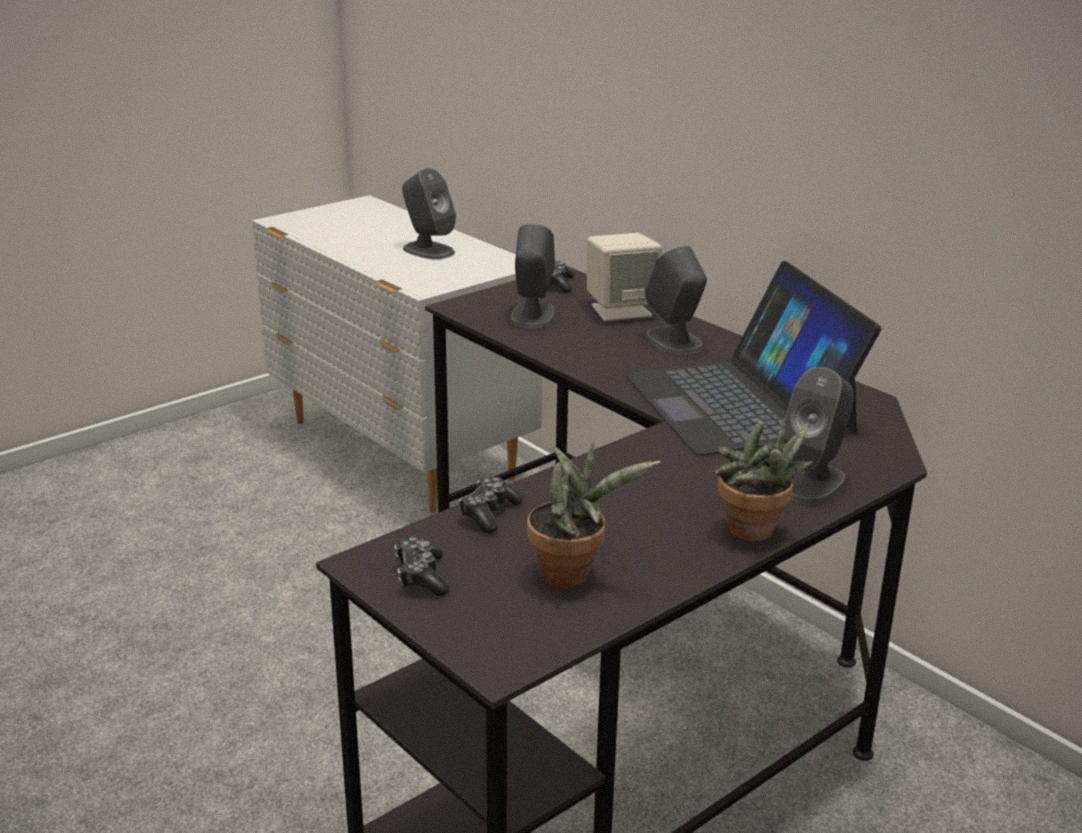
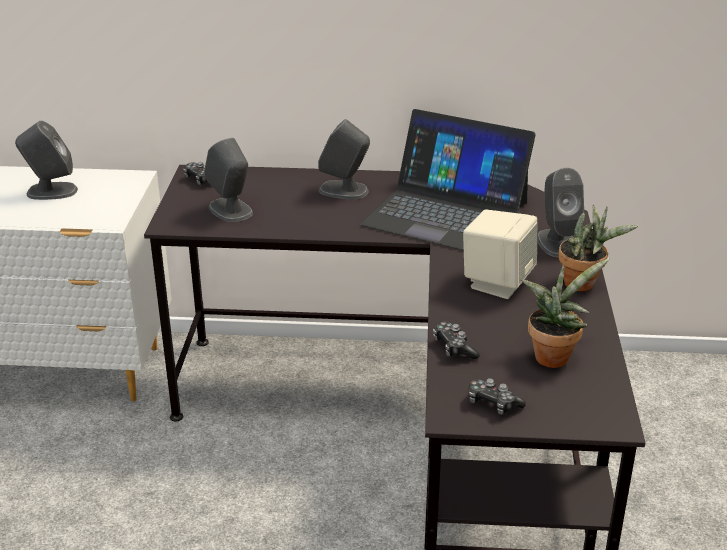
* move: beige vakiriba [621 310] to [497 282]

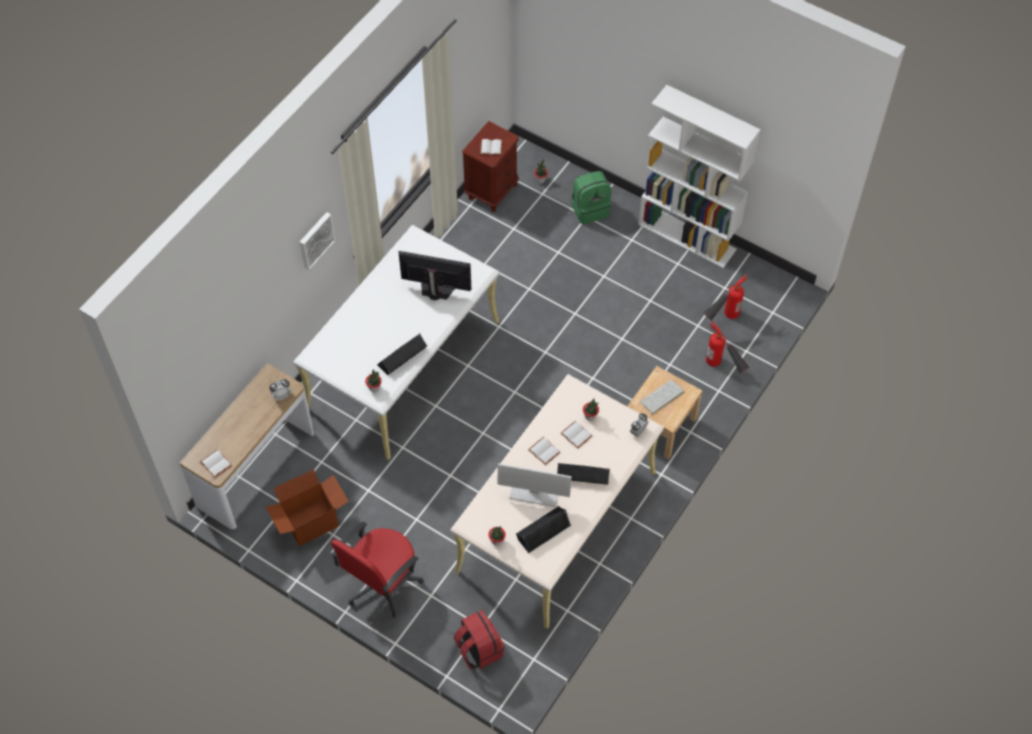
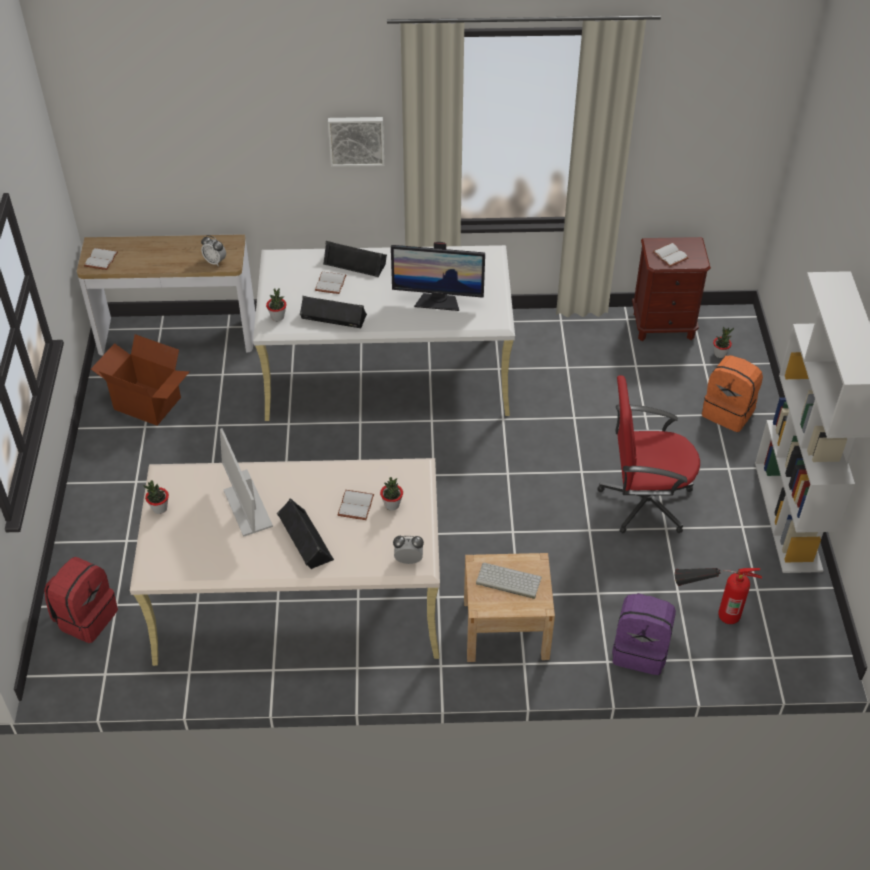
* move: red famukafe [381 583] to [644 501]
* rotate: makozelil [436 292] = [438 301] 120 degrees clockwise
* move: black vakiriba [542 530] to [355 262]
* move: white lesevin [543 451] to [330 283]
* recolor: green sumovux [590 209] to orange sumovux [729 412]
* replace: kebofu [723 370] to purple sumovux [640 650]

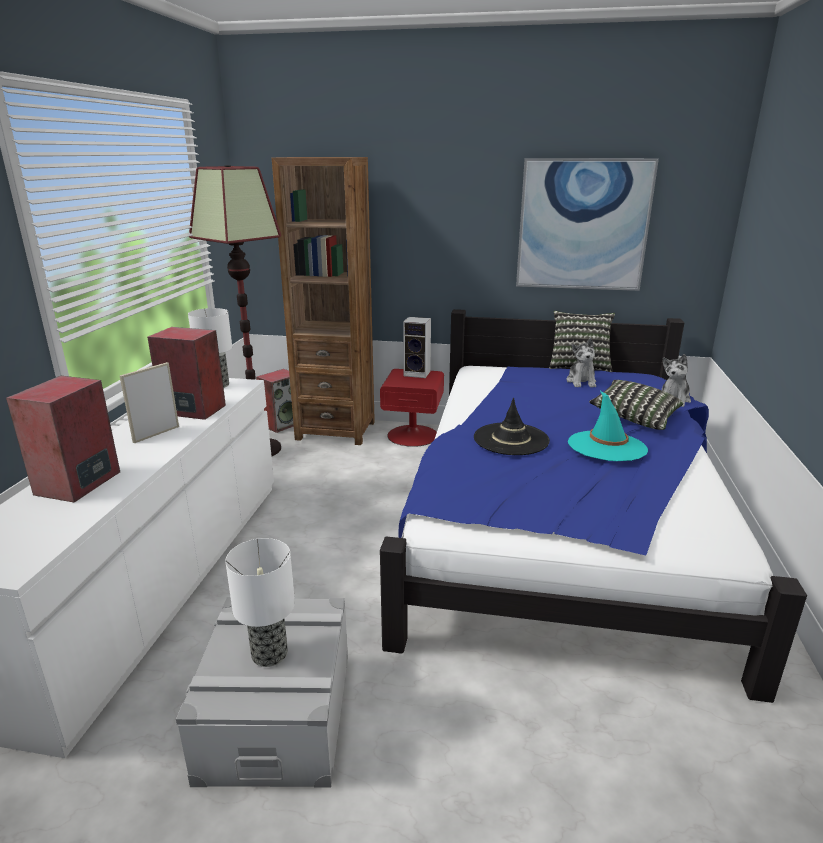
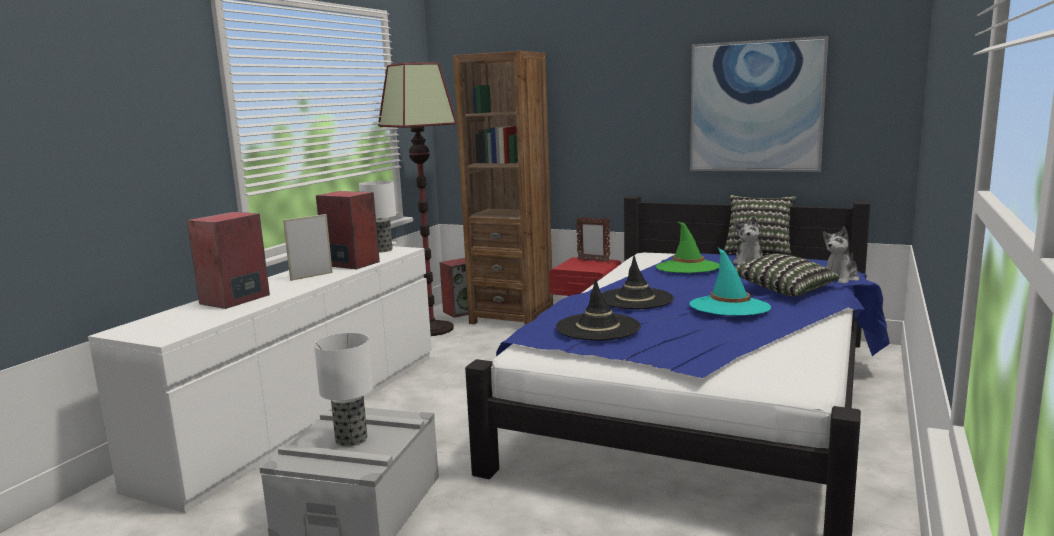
* replace: vakiriba [418 373] to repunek [593 261]
* insert: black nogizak [598 327]
* insert: green nogizak [687 267]

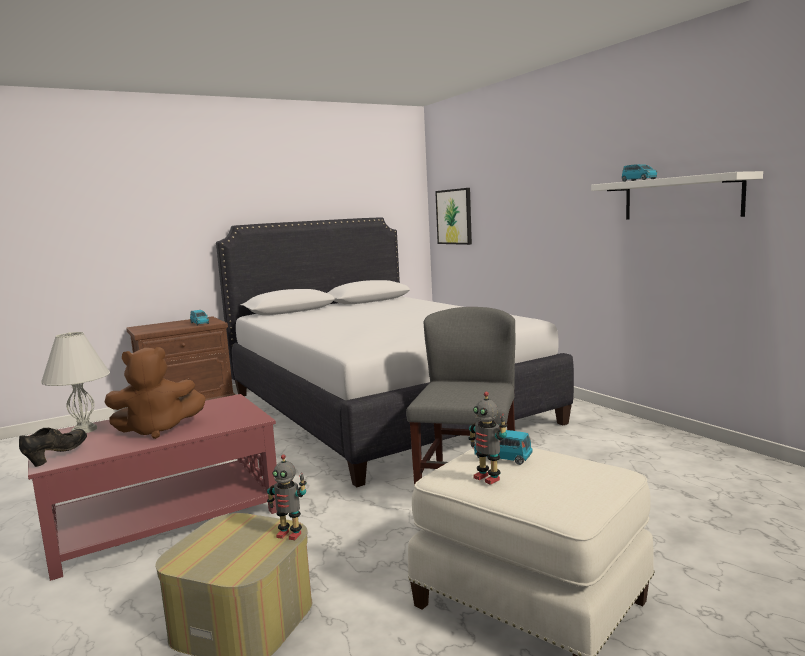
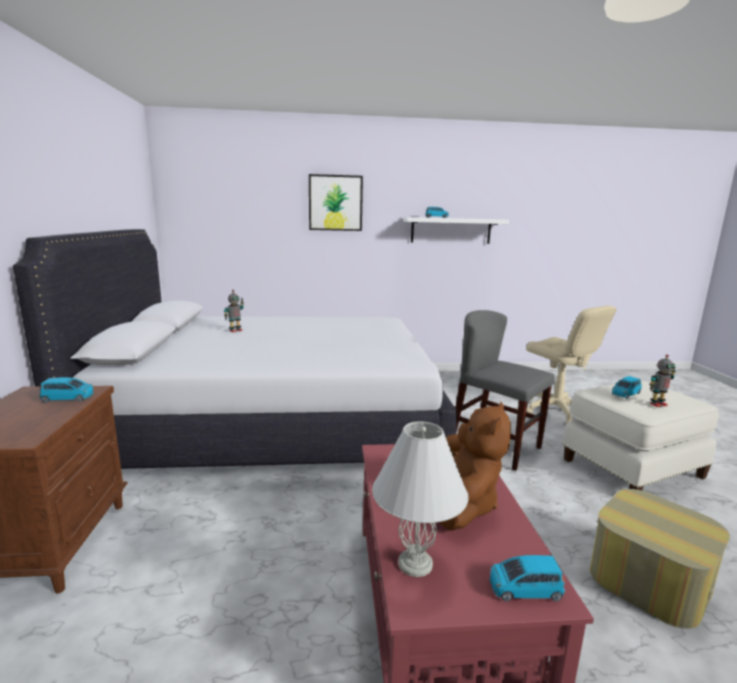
* replace: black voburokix [57 456] to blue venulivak [525 589]
* move: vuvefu [290 534] to [235 330]
* move: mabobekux [454 216] to [335 203]
* insert: beige famukafe [556 411]

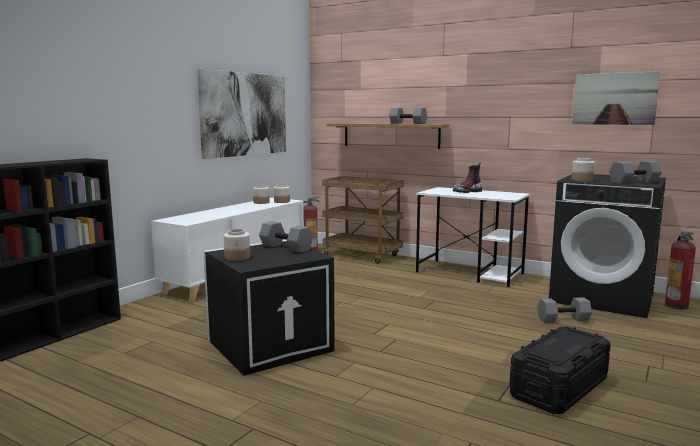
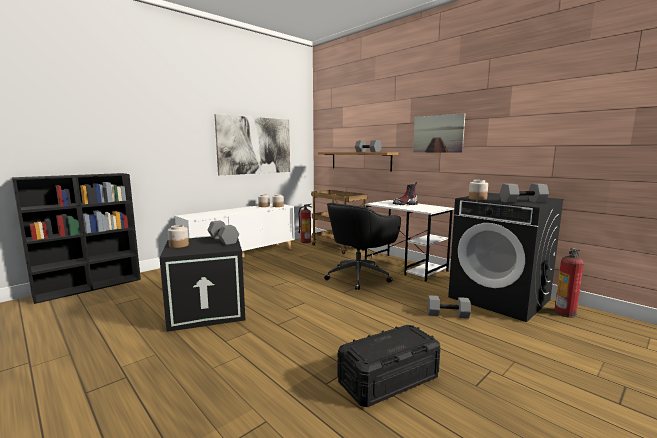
* move: mabobekux [614 99] to [438 134]
* insert: black famukafe [359 276]

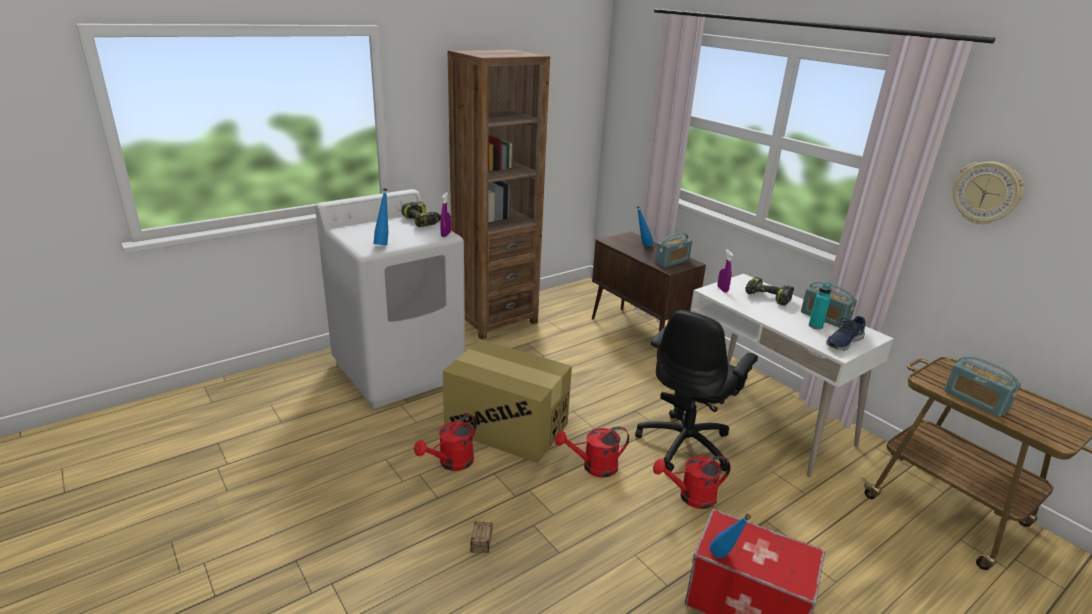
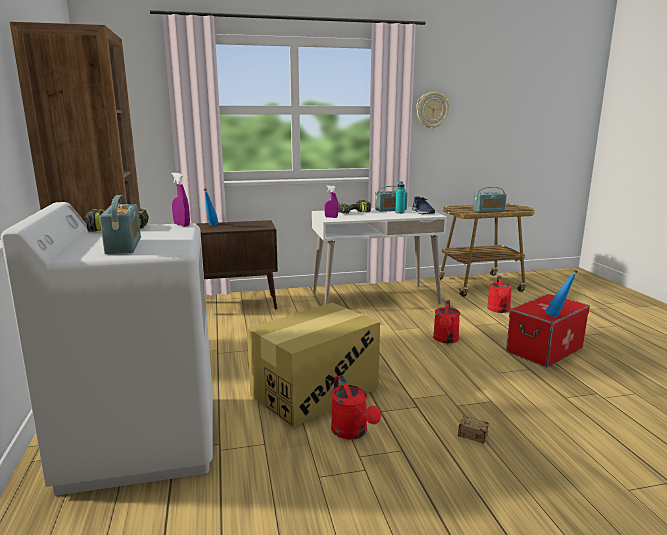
* delete: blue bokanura [383 244]
* move: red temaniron [593 467] to [499 310]
* delete: black famukafe [686 444]
* move: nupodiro [672 261] to [124 246]

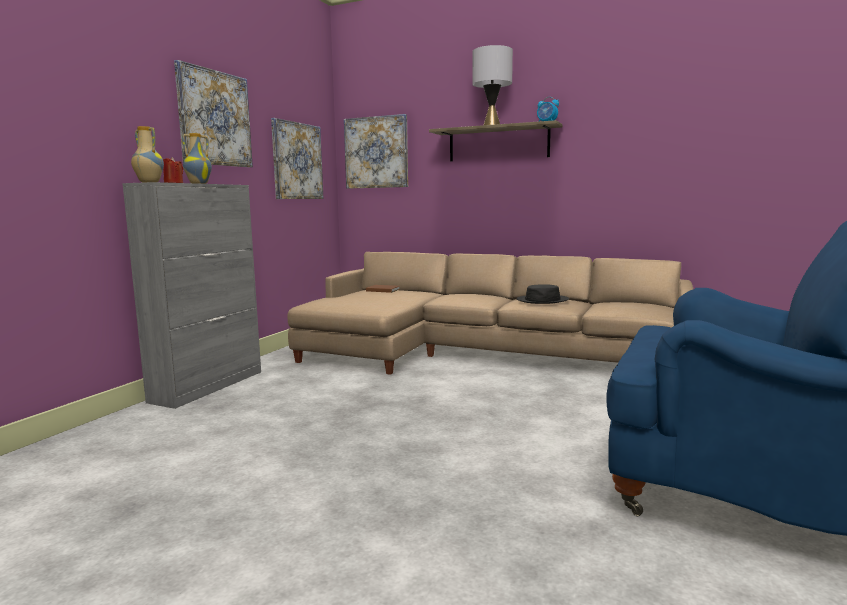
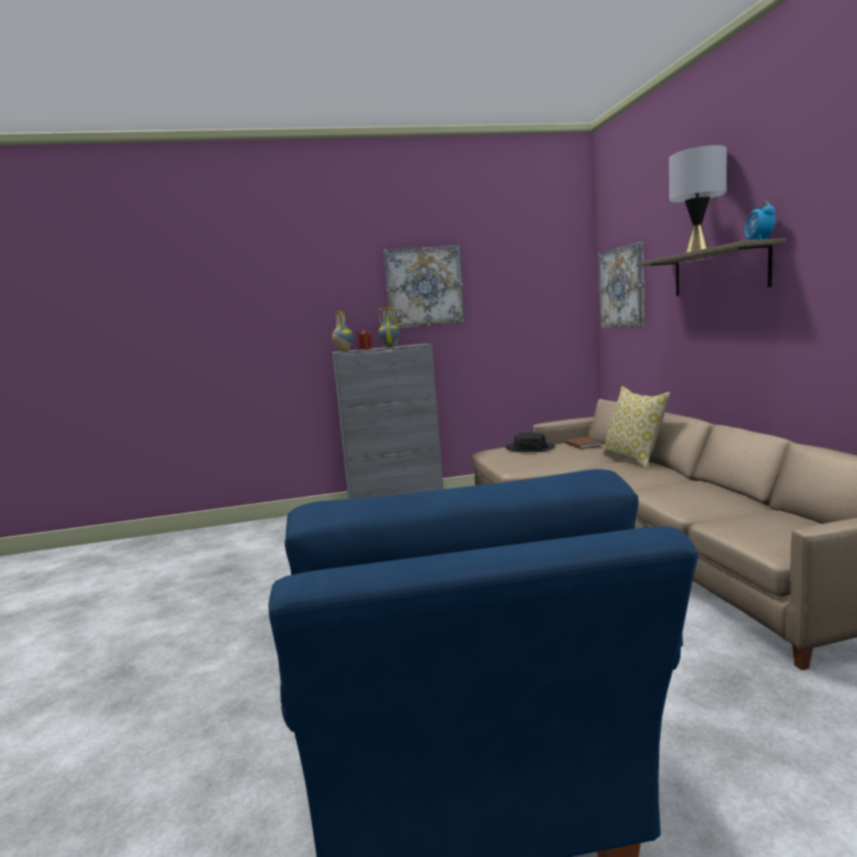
* delete: mabobekux [297 161]
* move: black nogizak [542 300] to [530 448]
* insert: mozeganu [634 459]

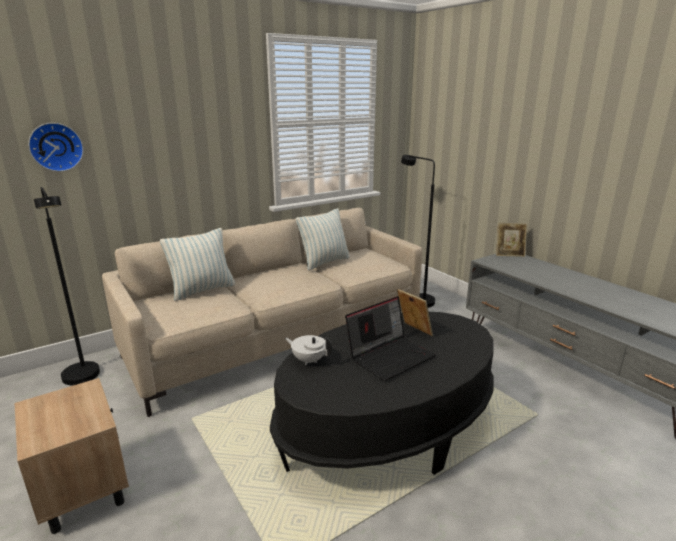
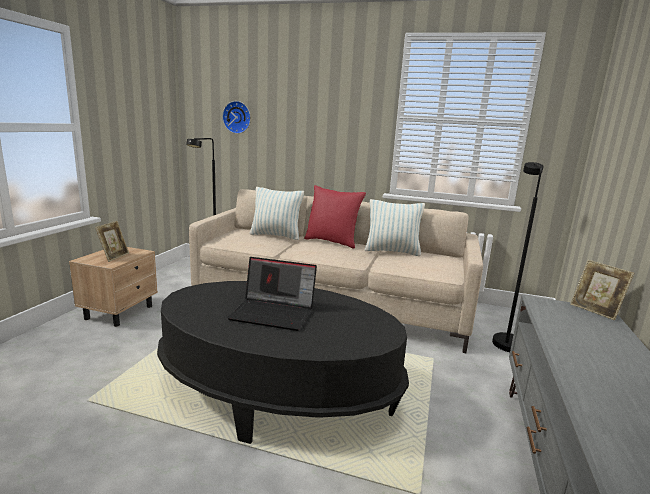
* delete: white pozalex [309 360]
* move: repunek [413 331] to [114 257]
* insert: red mozeganu [332 242]

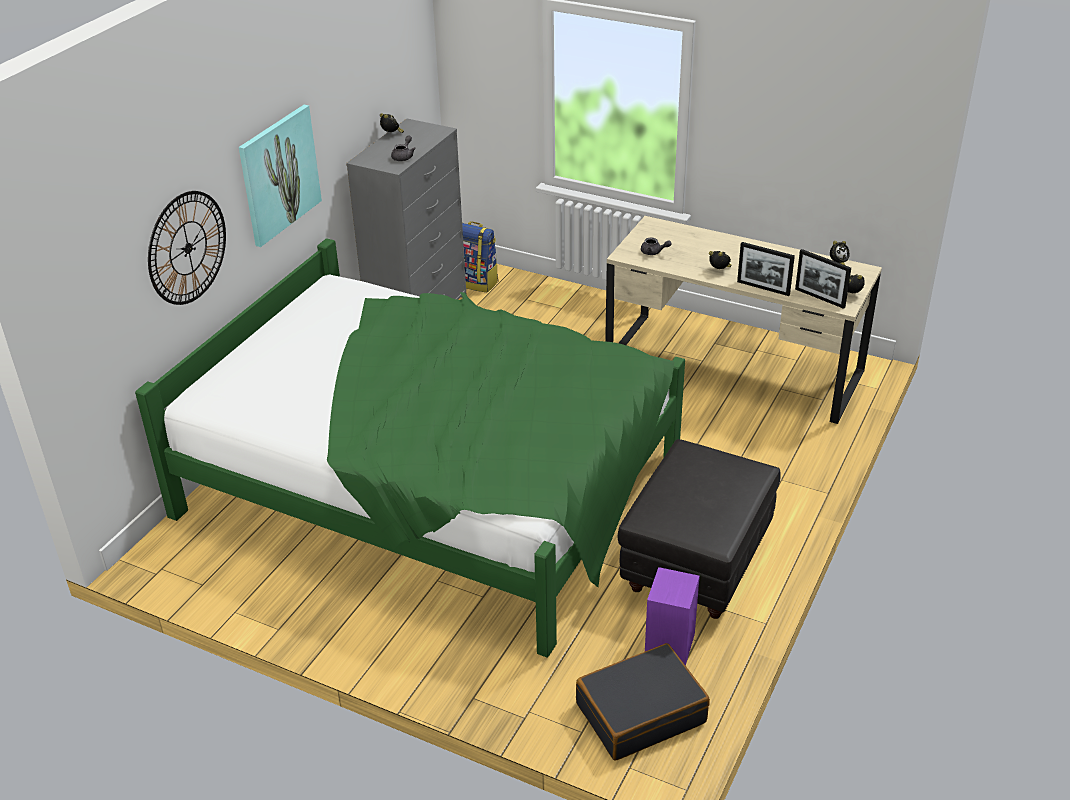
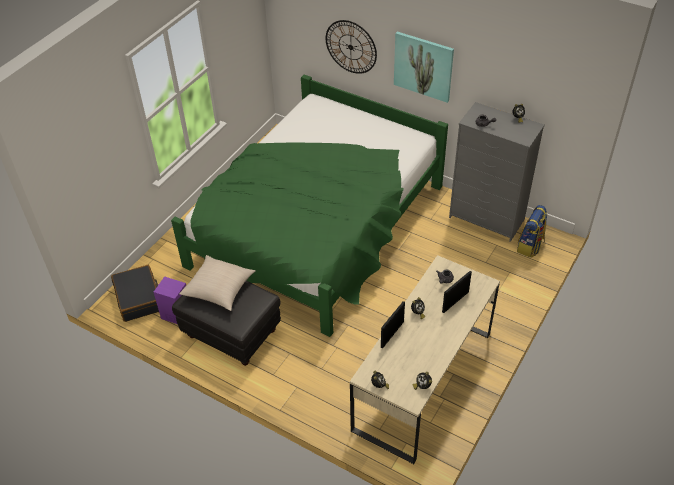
* move: repunek [819 298] to [455 302]
* insert: beige mozeganu [219 289]

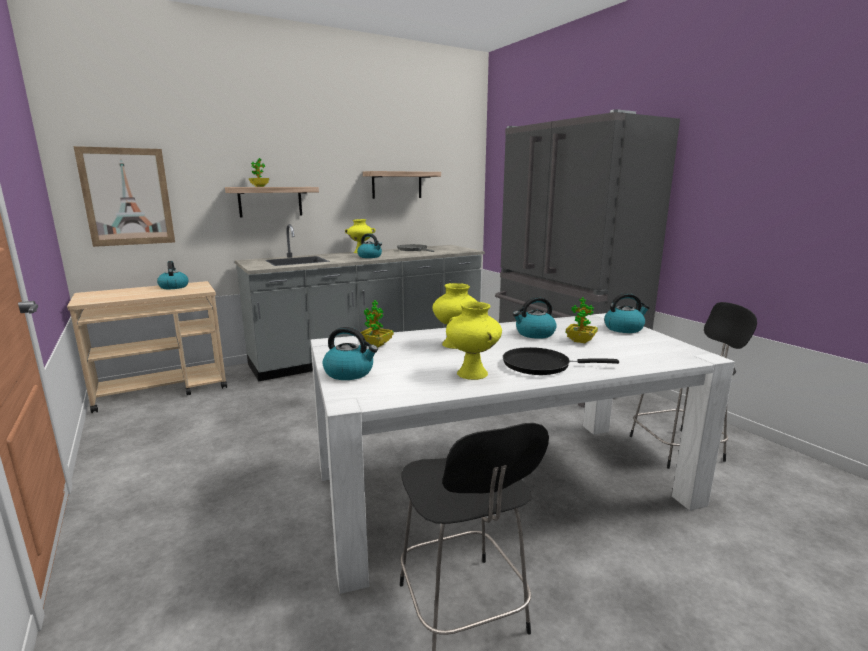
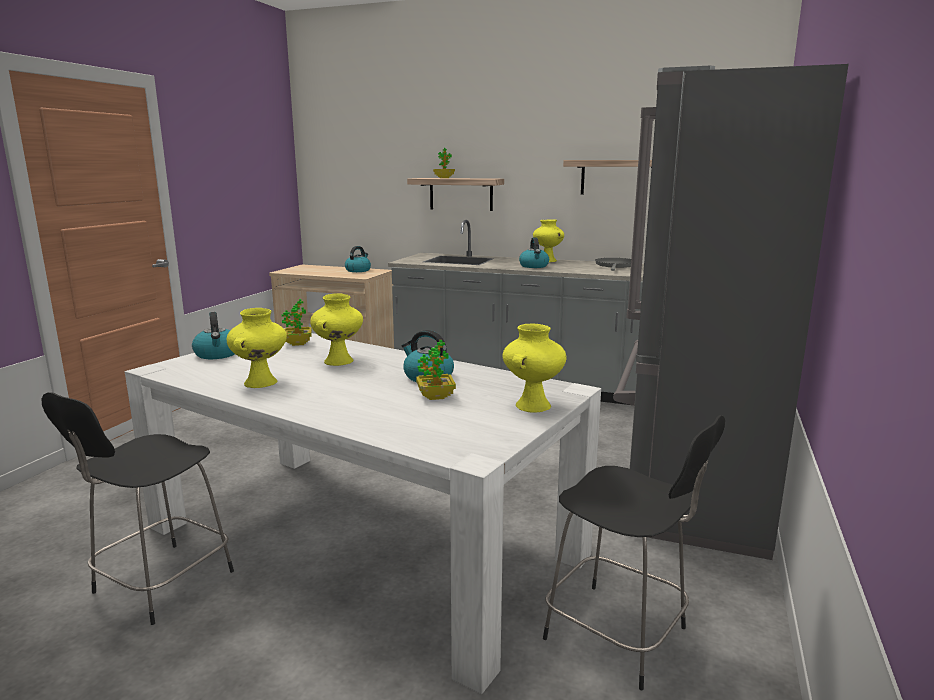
* delete: mabobekux [127 197]
* delete: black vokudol [541 365]
* replace: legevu [624 328] to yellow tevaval [532 405]

